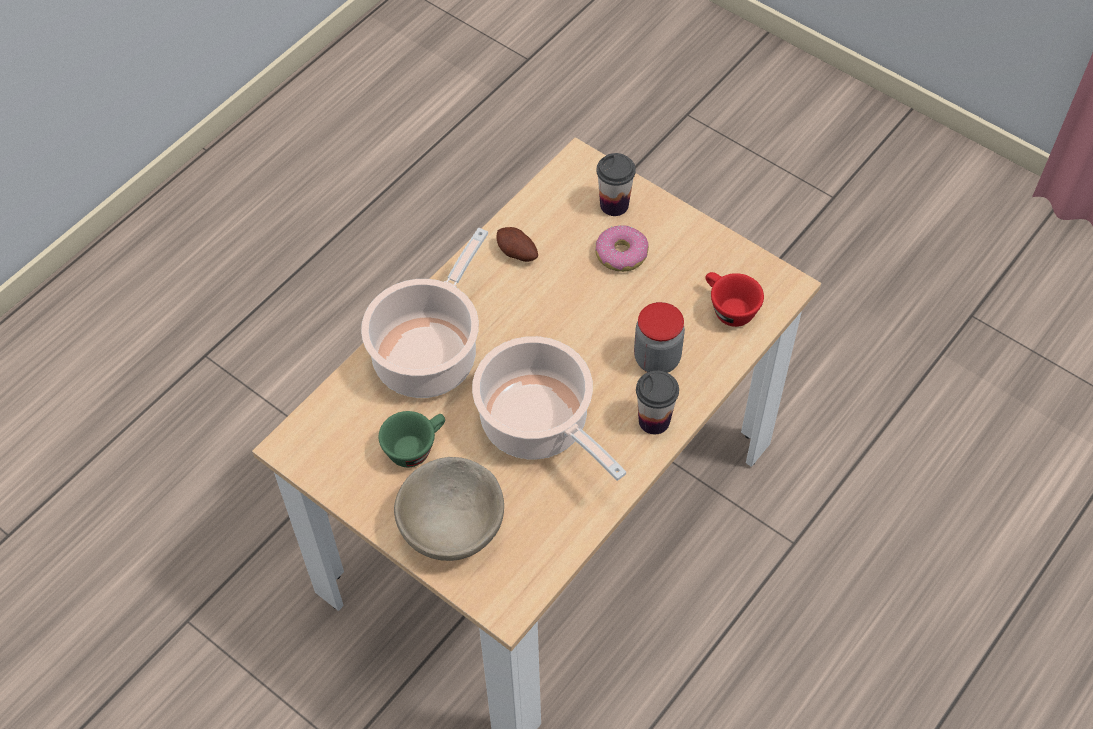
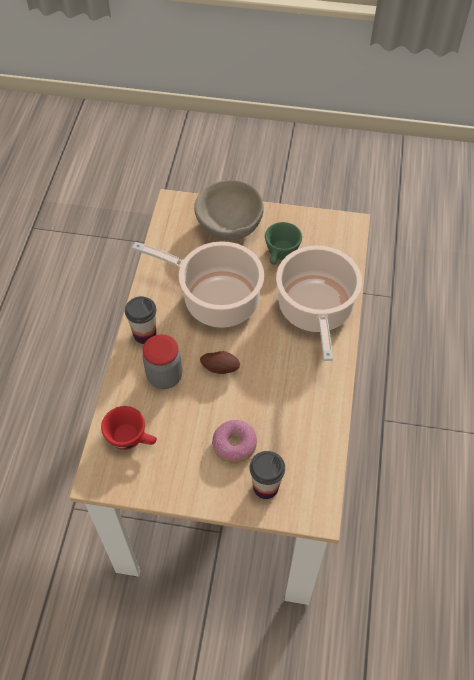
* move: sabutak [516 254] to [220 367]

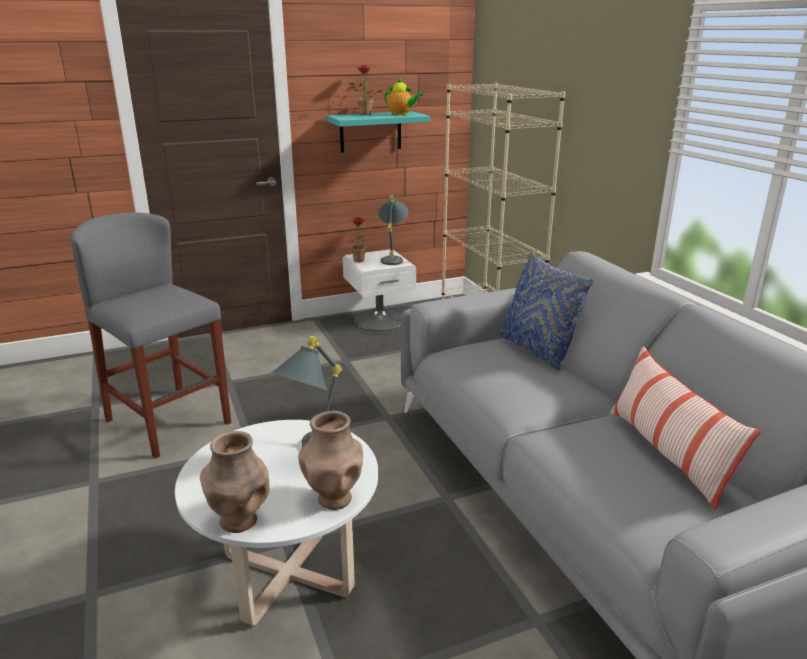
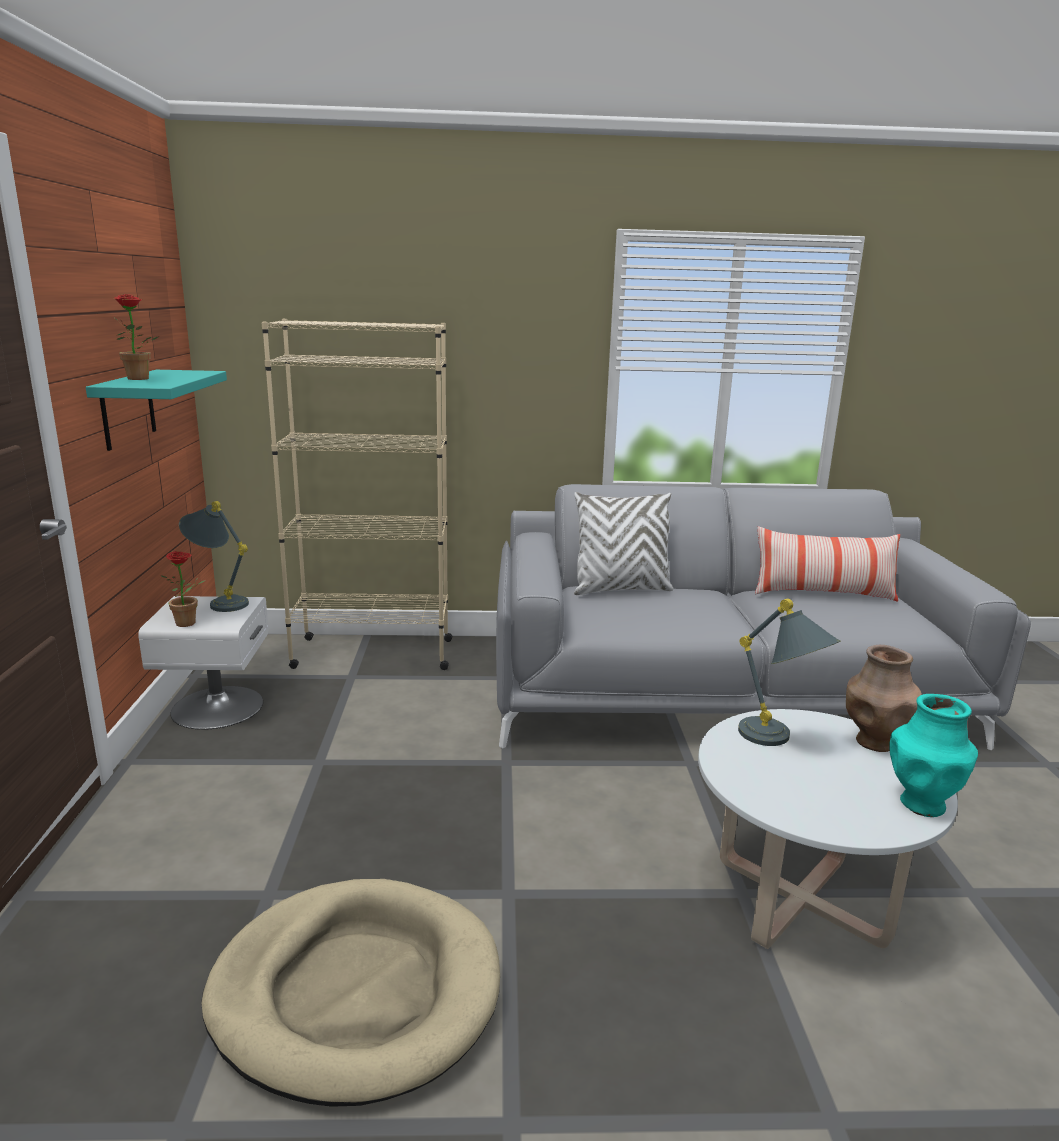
* replace: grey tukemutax [168 422] to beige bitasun [356 991]
* recolor: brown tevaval [240 521] to turquoise tevaval [922 803]
* delete: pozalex [401 114]
* recolor: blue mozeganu [537 351] to white mozeganu [620 589]

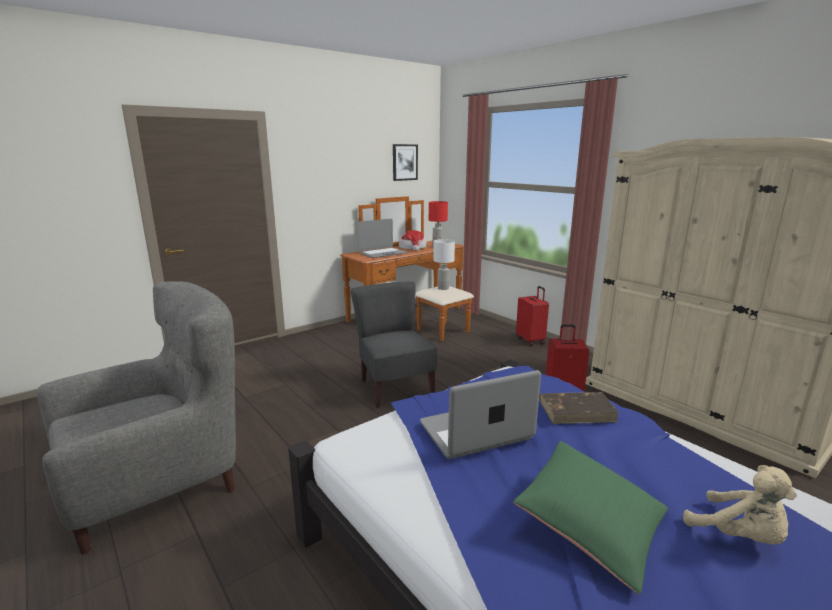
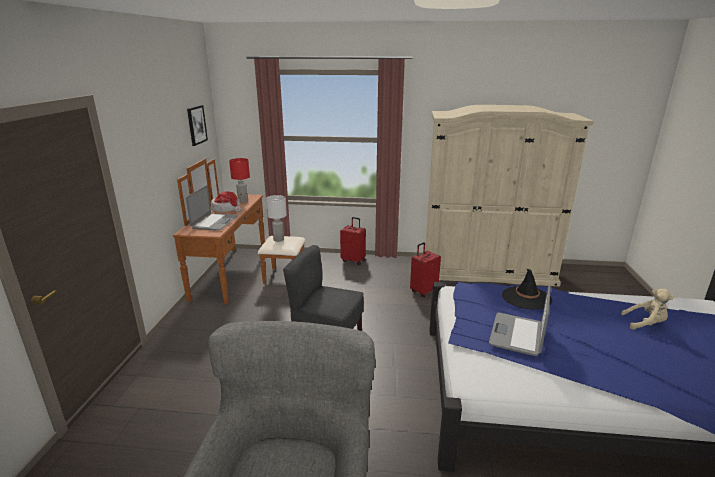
* delete: green mozeganu [590 526]
* replace: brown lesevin [577 410] to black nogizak [526 298]

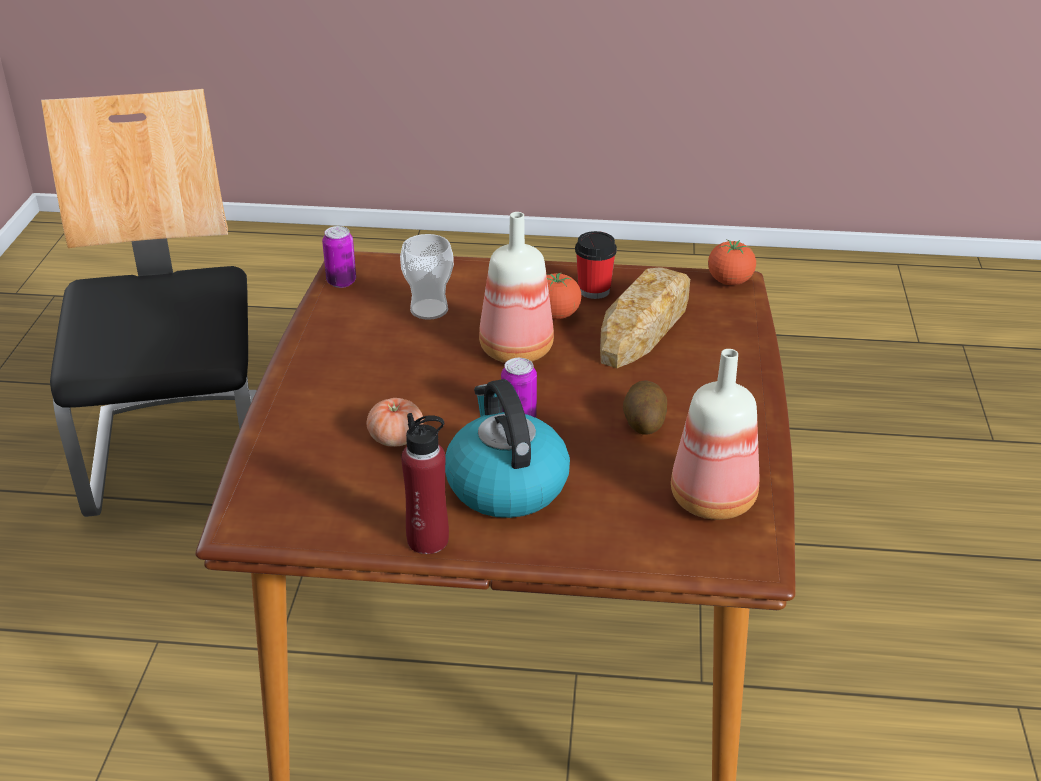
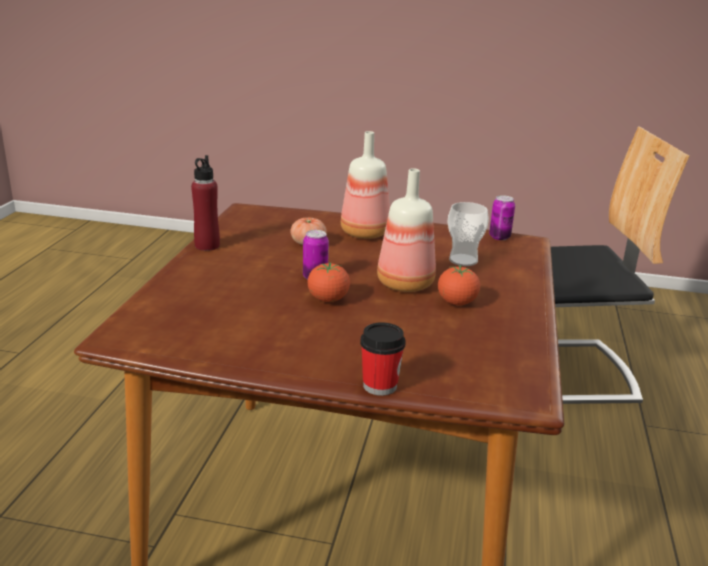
* delete: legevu [505 484]
* move: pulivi [594 290] to [380 386]
* delete: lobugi [644 326]
* delete: sabutak [644 422]
* move: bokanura [710 498] to [366 233]
* move: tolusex [729 282] to [328 299]

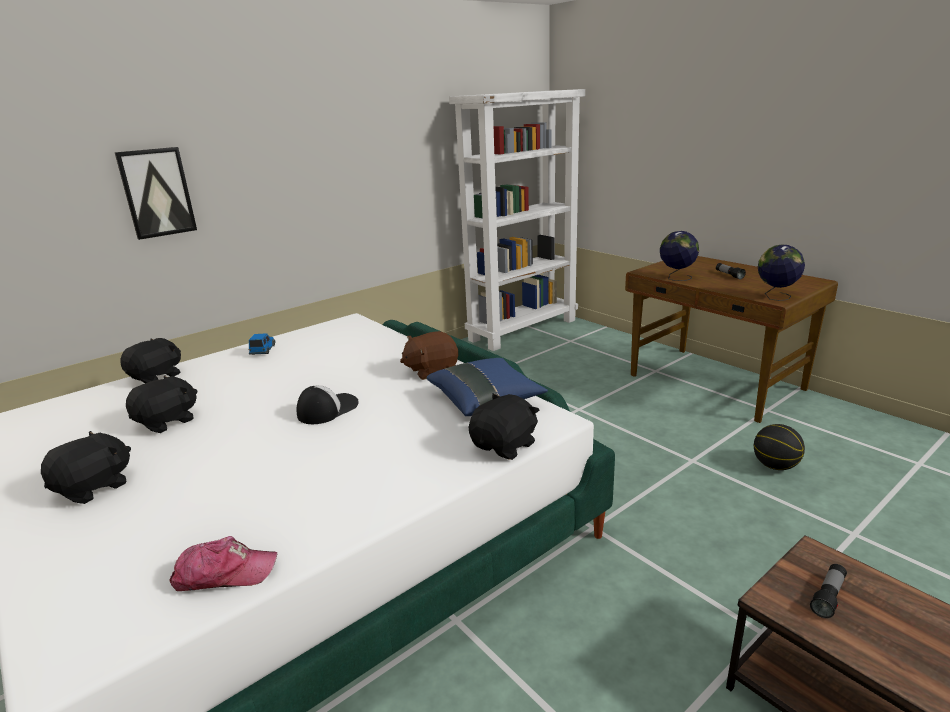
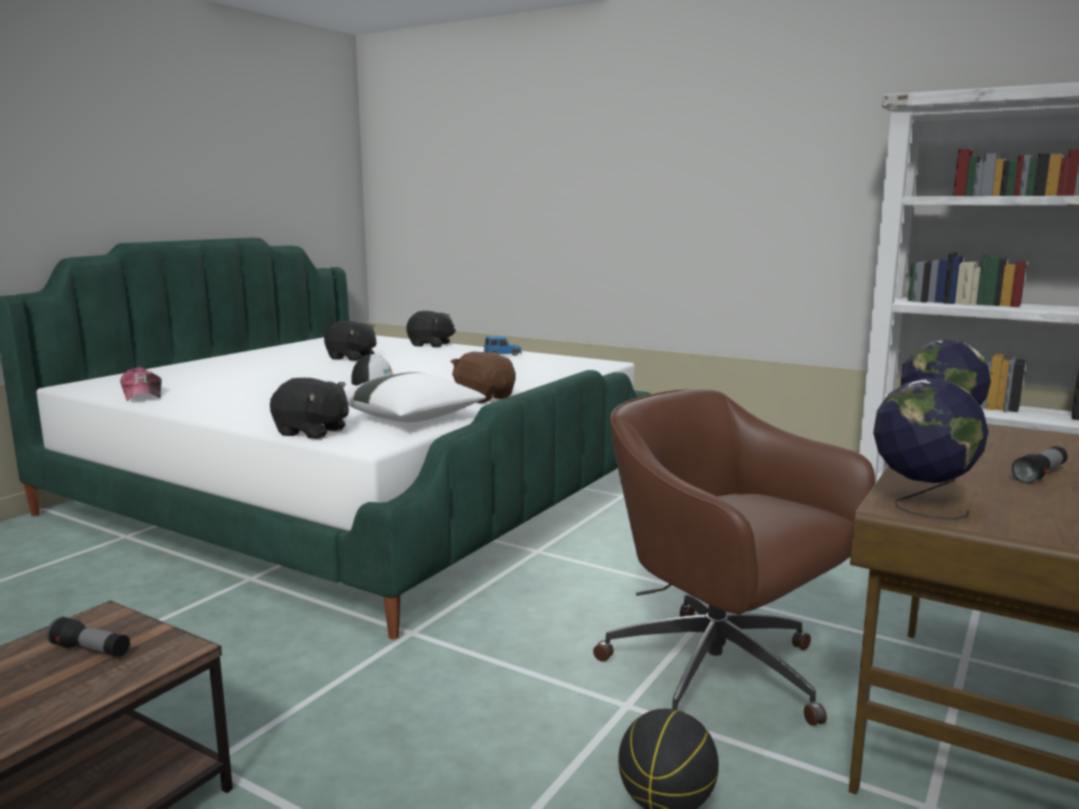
* delete: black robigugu [94 487]
* delete: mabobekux [157 192]
* recolor: blue mozeganu [486 401] to white mozeganu [413 419]
* insert: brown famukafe [721 676]

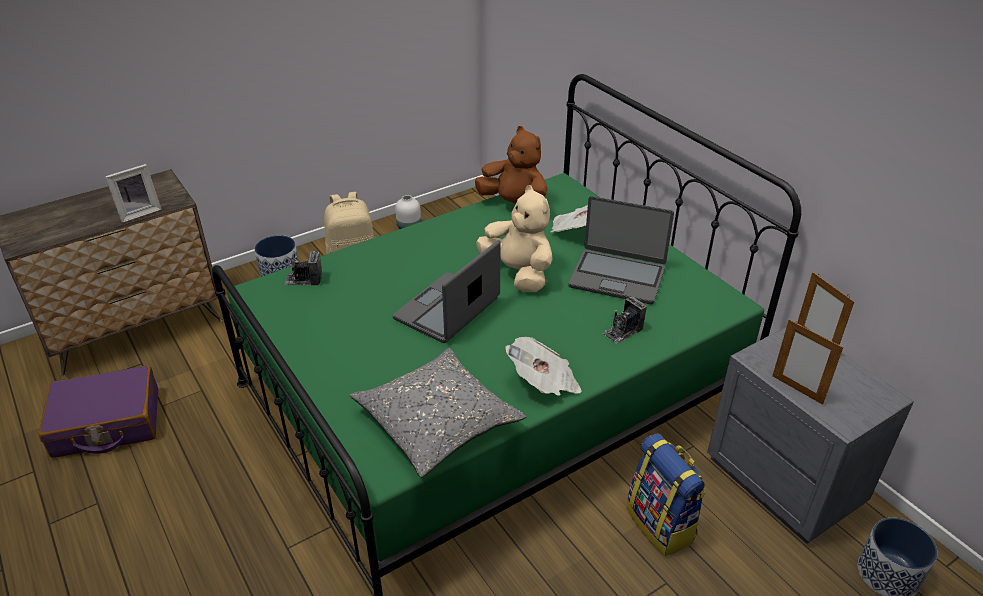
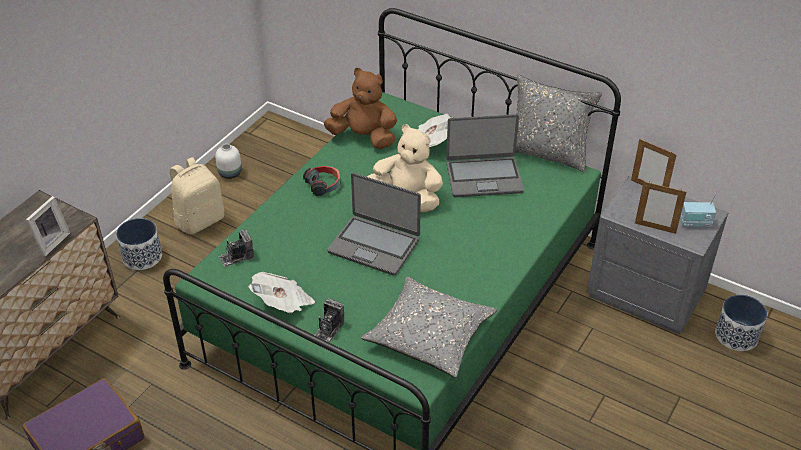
* rotate: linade [448 309] = [374 245] 75 degrees counterclockwise
* move: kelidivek [544 382] to [283 303]
* move: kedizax [623 331] to [328 330]
* delete: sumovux [661 524]
* insert: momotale [323 185]
* insert: grey mozeganu [547 153]
* insert: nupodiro [695 223]

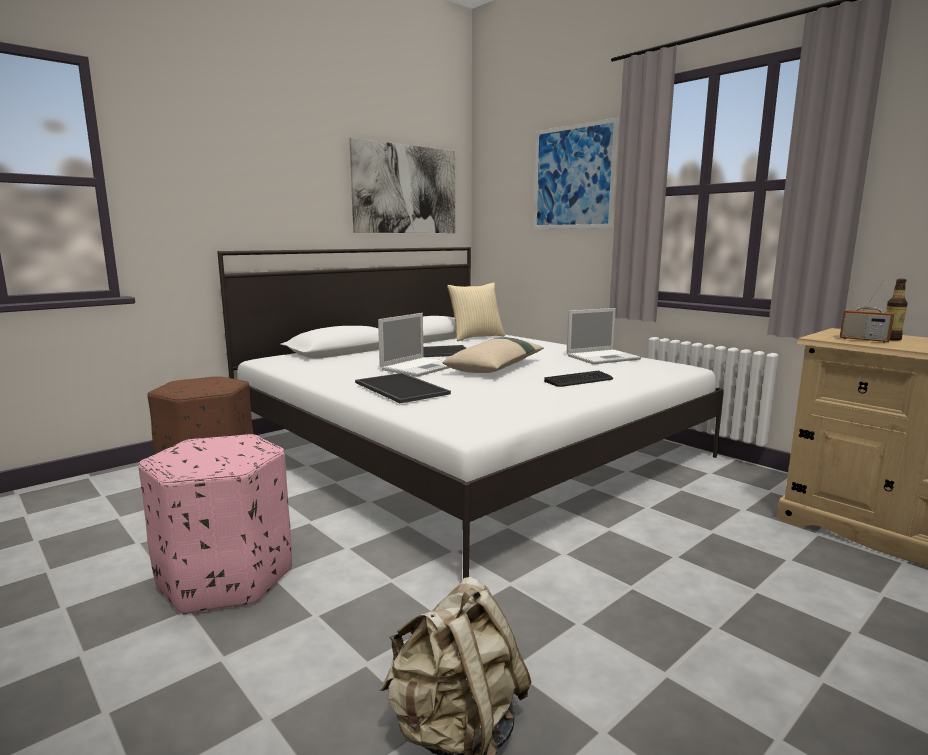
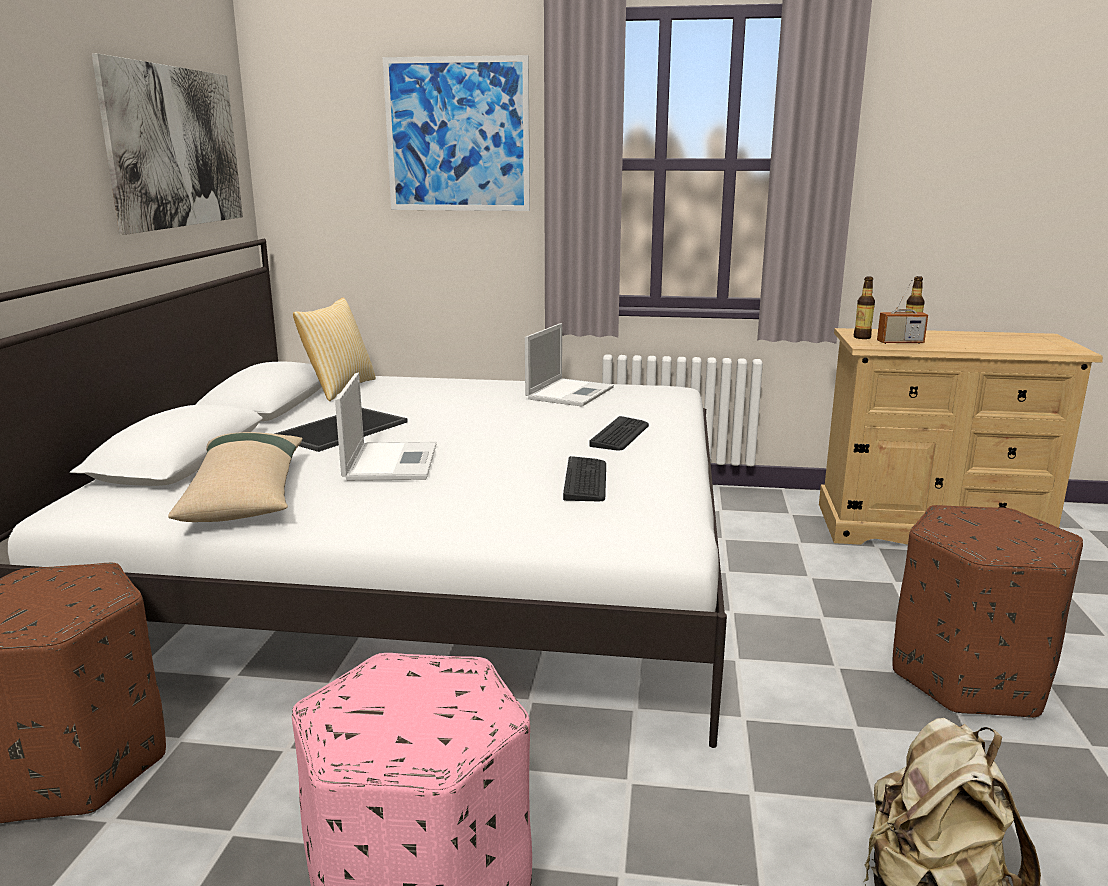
* delete: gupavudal [403 388]
* move: beige mozeganu [496 367] to [246 493]
* insert: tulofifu [585 480]
* insert: bokanura [862 337]
* insert: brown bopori [971 676]

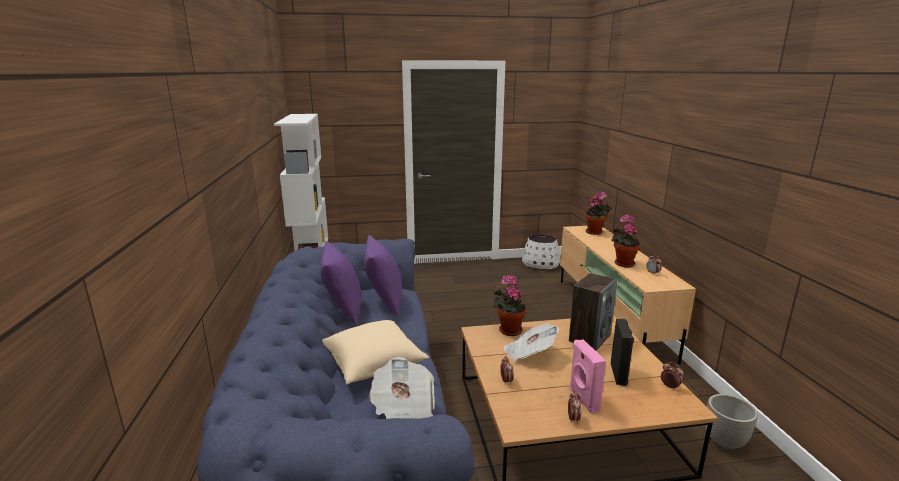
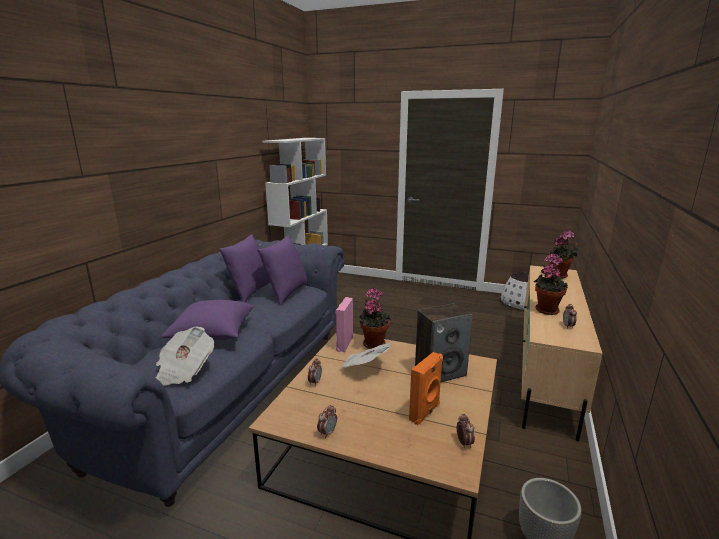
* recolor: beige mozeganu [374 365] to purple mozeganu [213 334]
* move: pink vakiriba [582 400] to [344 344]
* recolor: black vakiriba [619 374] to orange vakiriba [425 412]

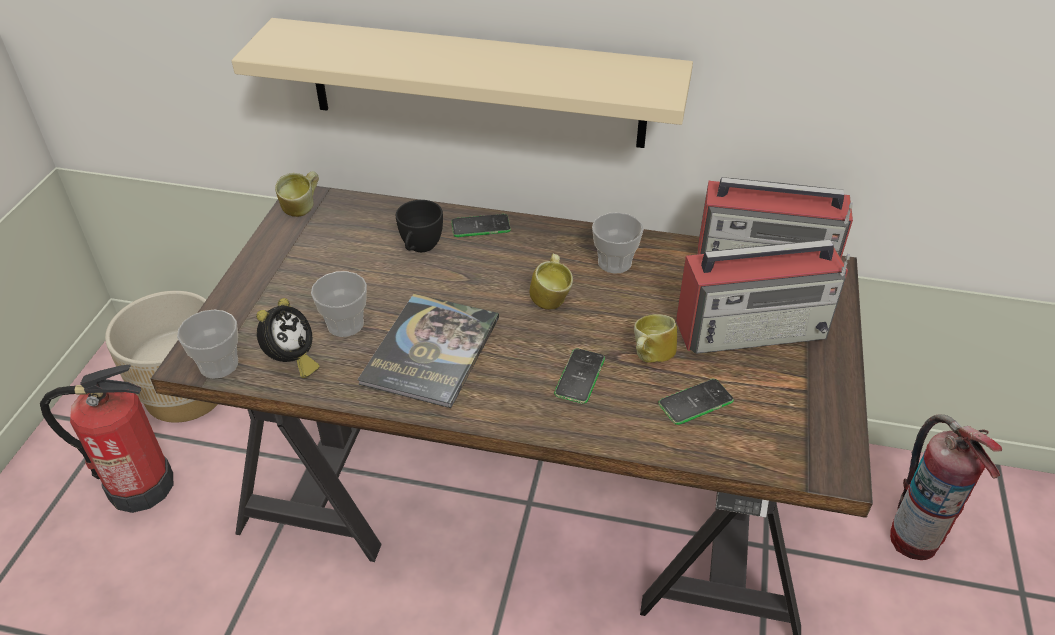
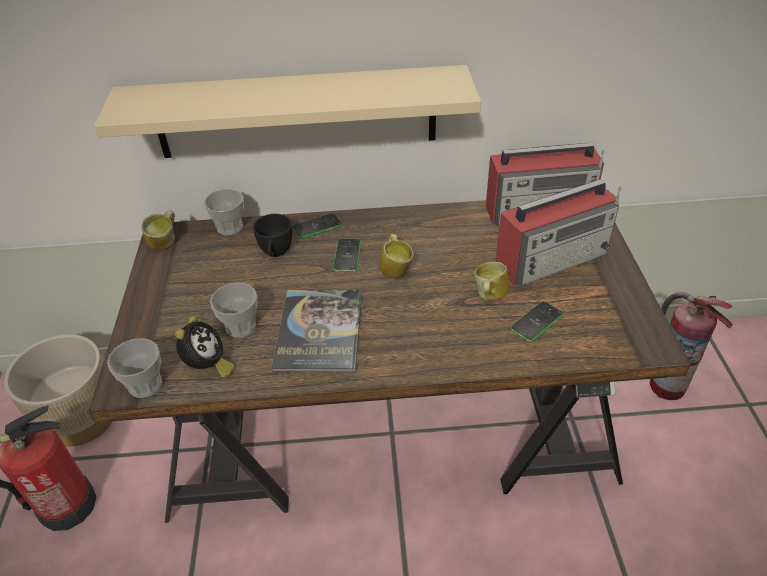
* move: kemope [579 376] to [347 255]
* move: pulivi [614 262] to [230 227]

